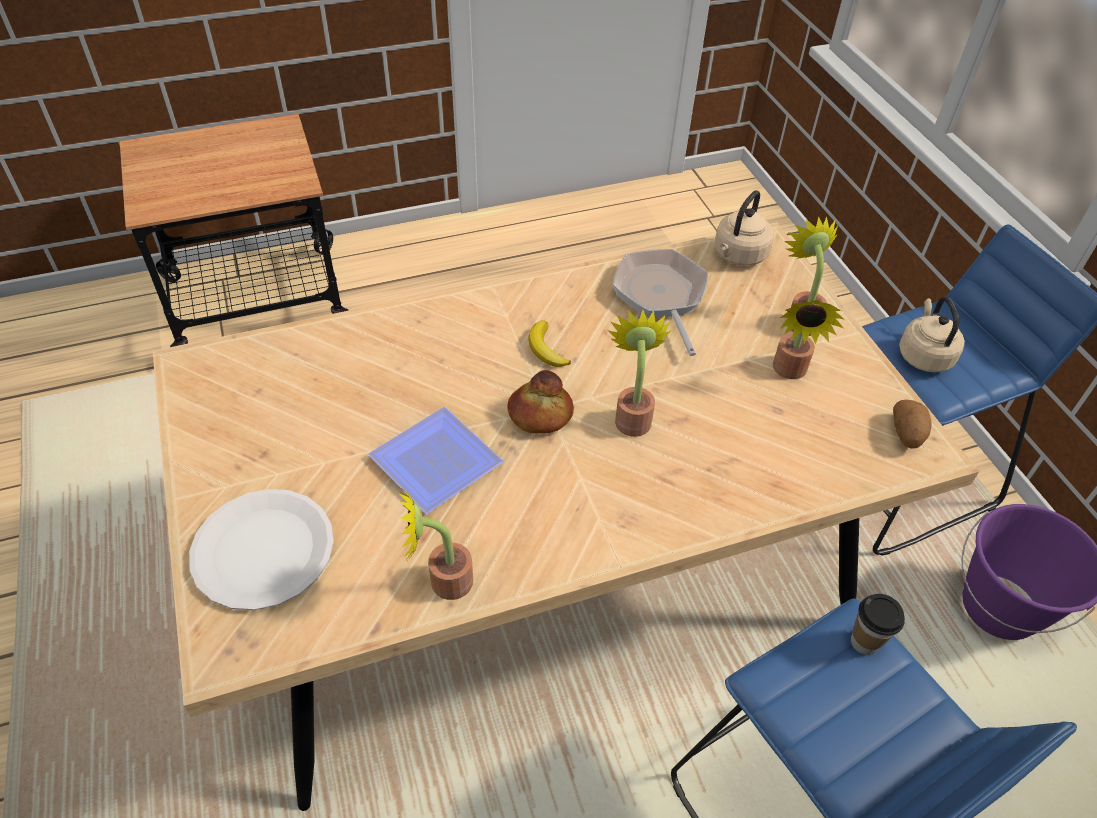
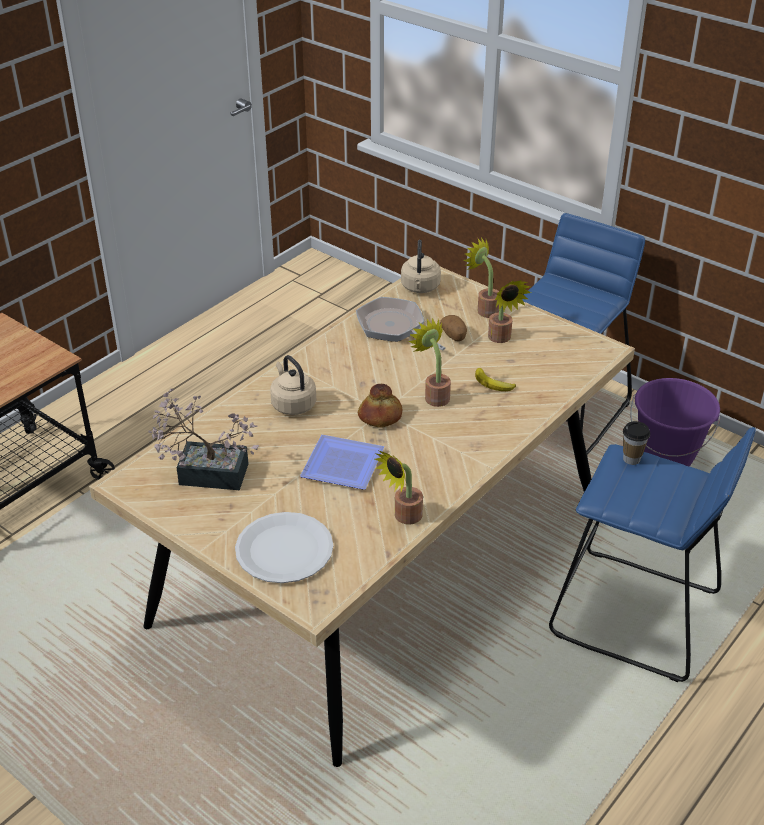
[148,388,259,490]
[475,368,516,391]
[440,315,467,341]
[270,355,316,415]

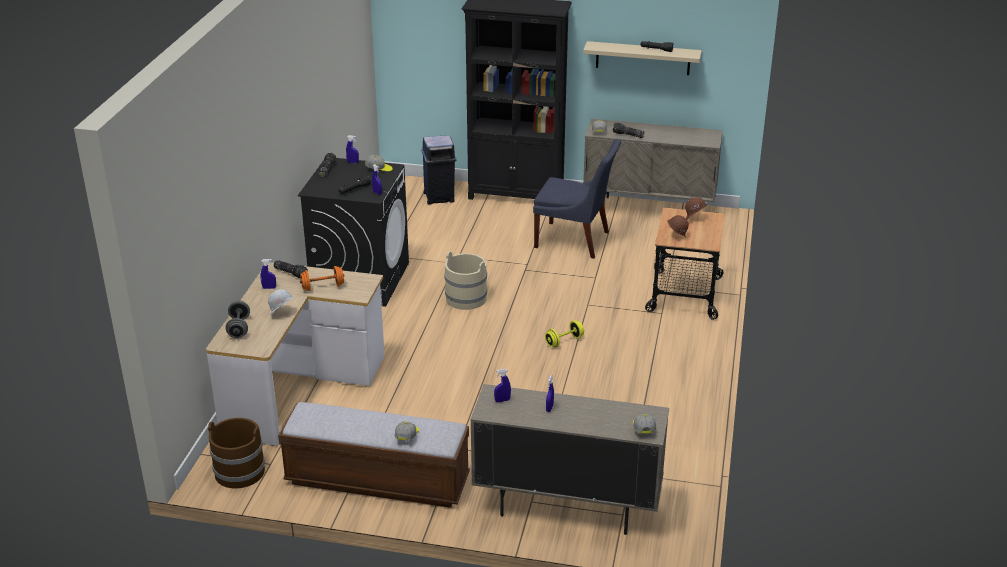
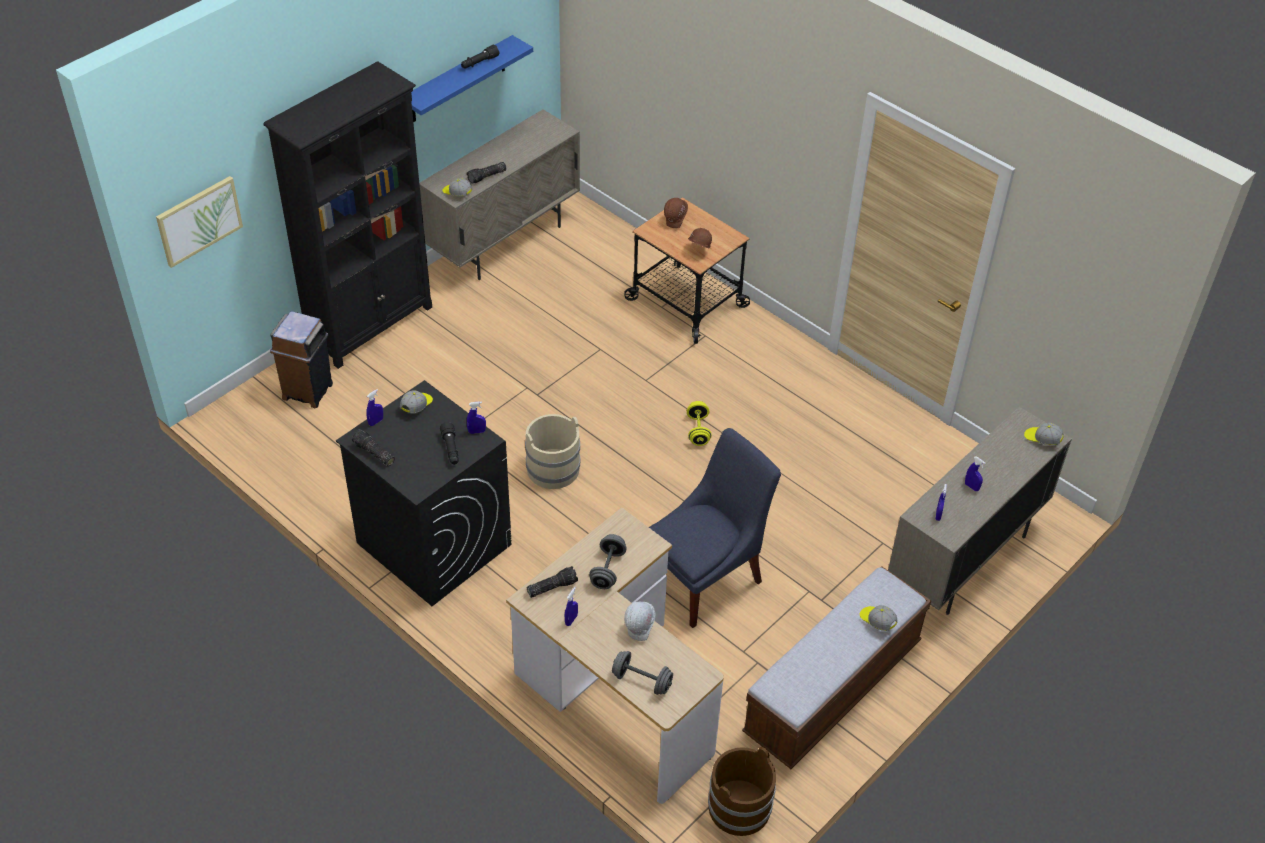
[156,176,243,268]
[649,428,781,628]
[589,534,627,589]
[270,311,333,408]
[411,35,533,122]

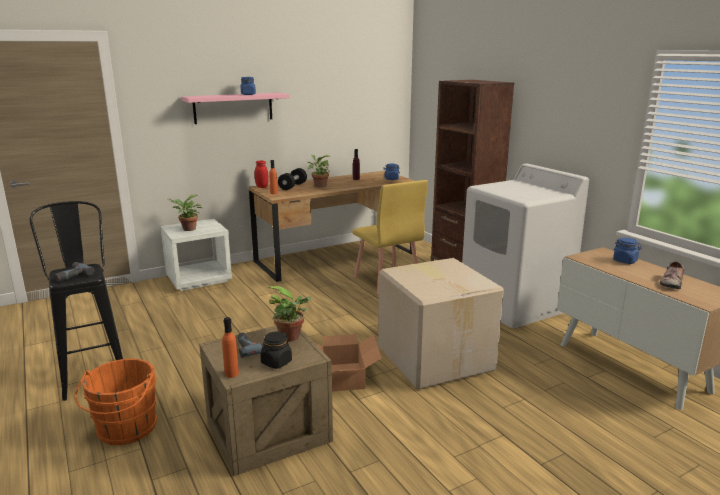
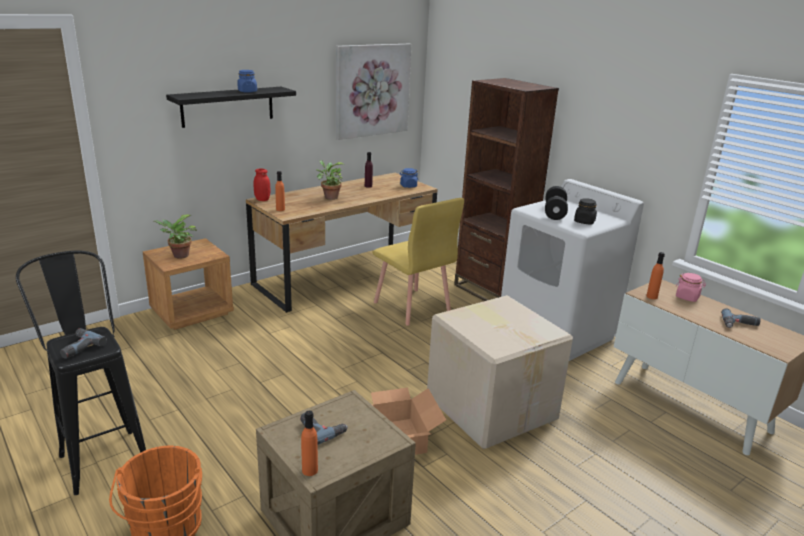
[268,286,312,342] (first image)
[336,44,411,140]
[646,252,665,299]
[574,198,597,225]
[545,186,568,220]
[721,308,761,328]
[143,238,234,330]
[166,87,296,128]
[676,273,706,302]

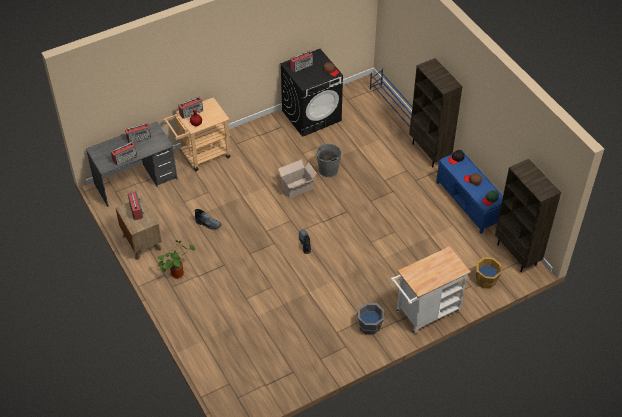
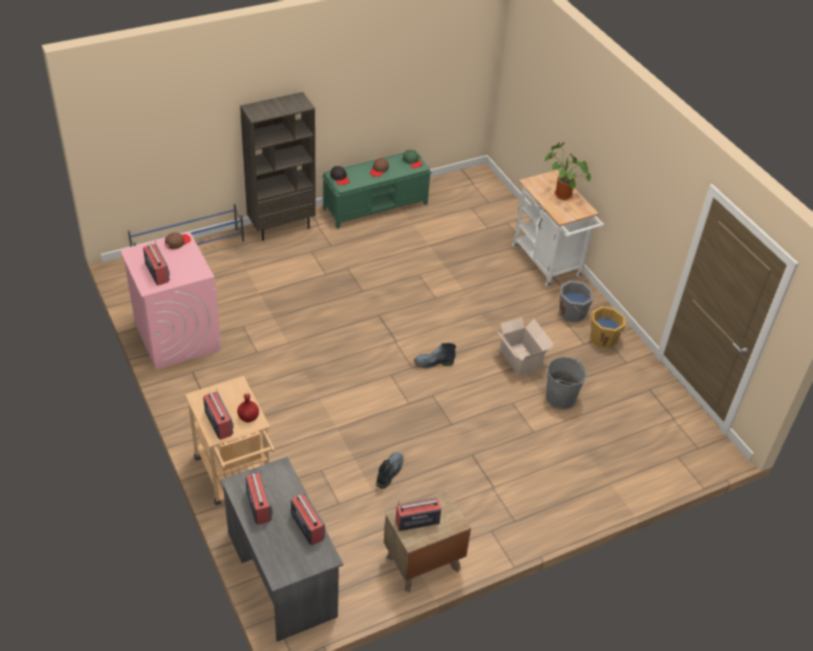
[495,159,561,272] (first image)
[544,143,591,200]
[497,317,554,376]
[546,357,587,409]
[591,306,626,349]
[120,232,222,370]
[322,150,432,229]

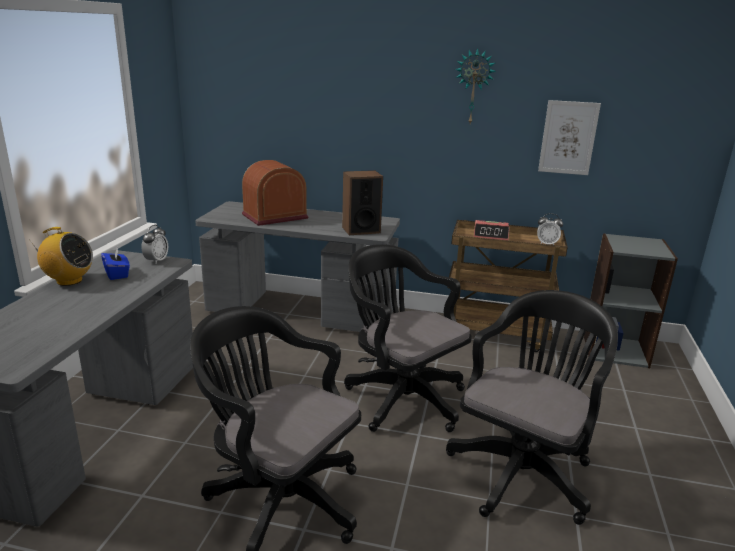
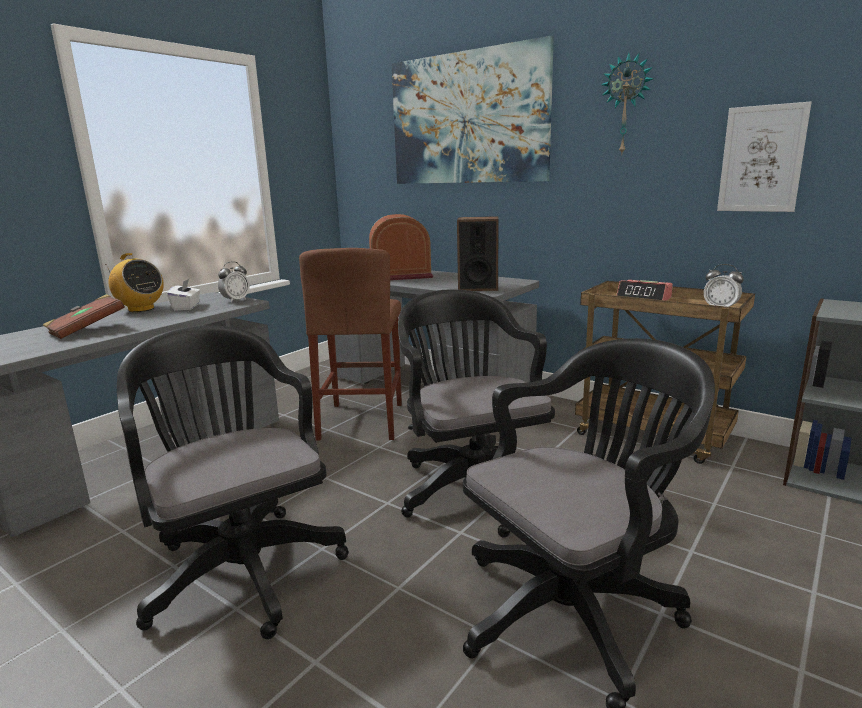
[43,294,125,339]
[299,248,402,441]
[391,36,554,184]
[167,279,200,311]

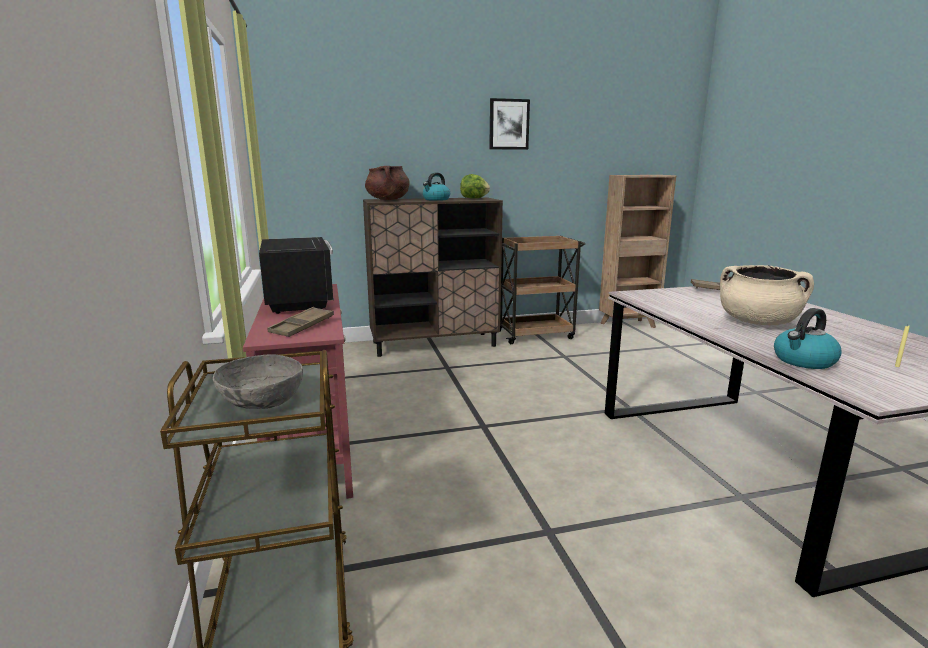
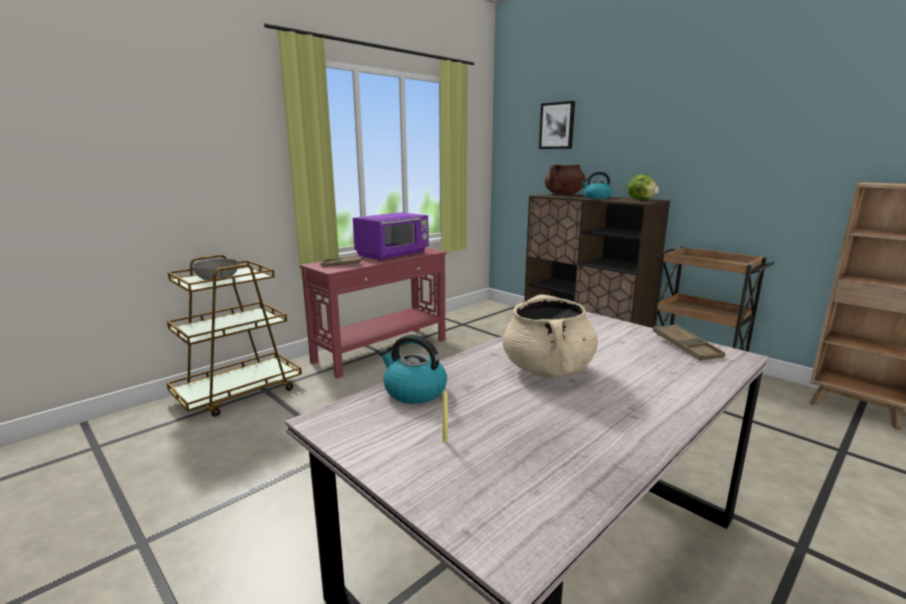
[539,101,575,149]
[353,212,429,261]

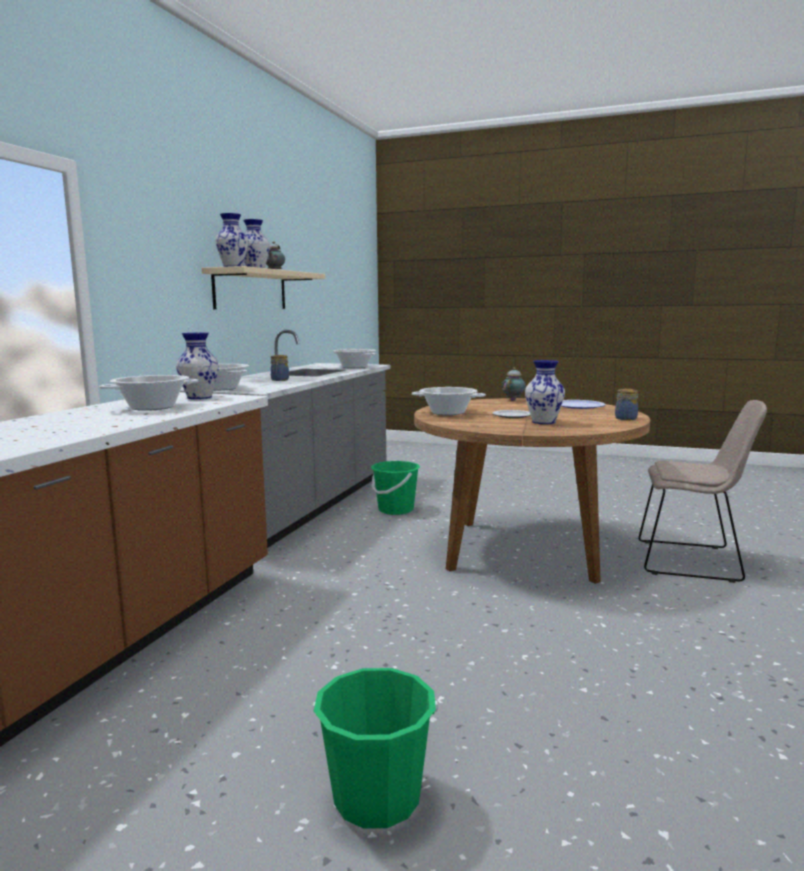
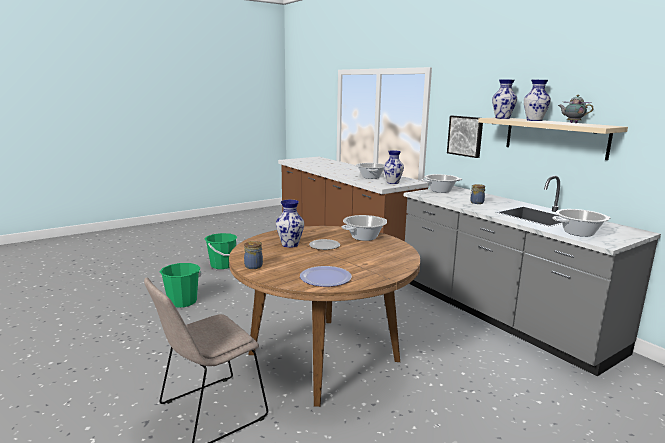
[502,368,526,401] (first image)
[447,116,483,158]
[160,263,202,308]

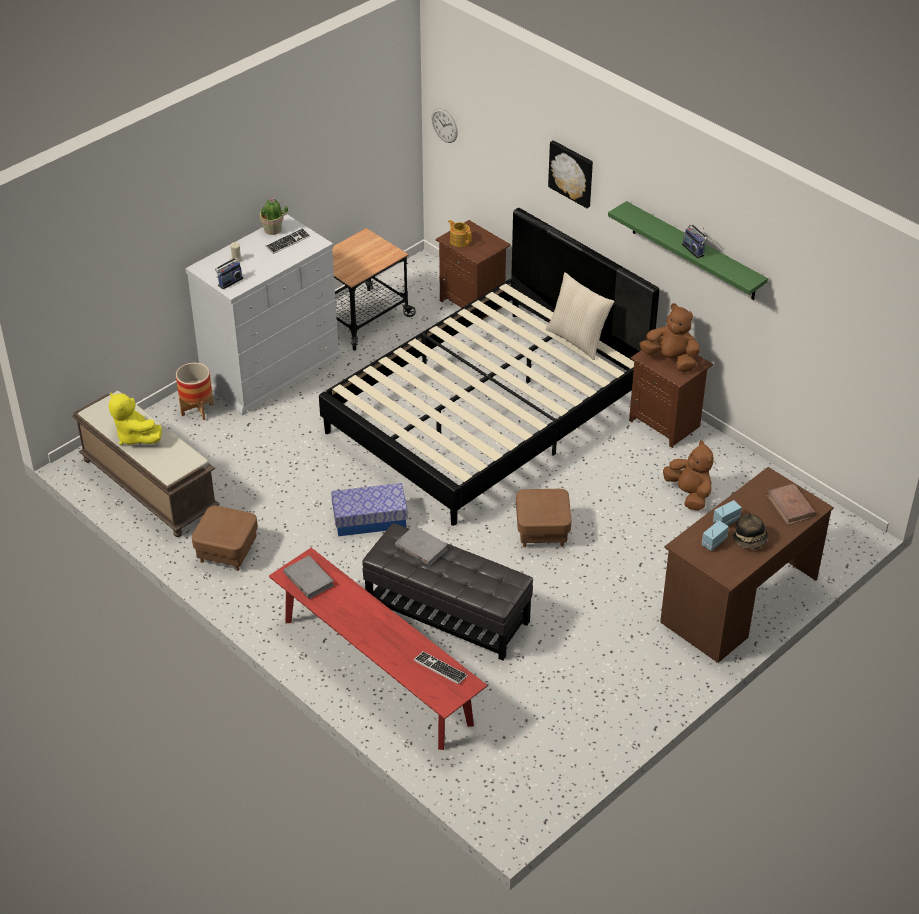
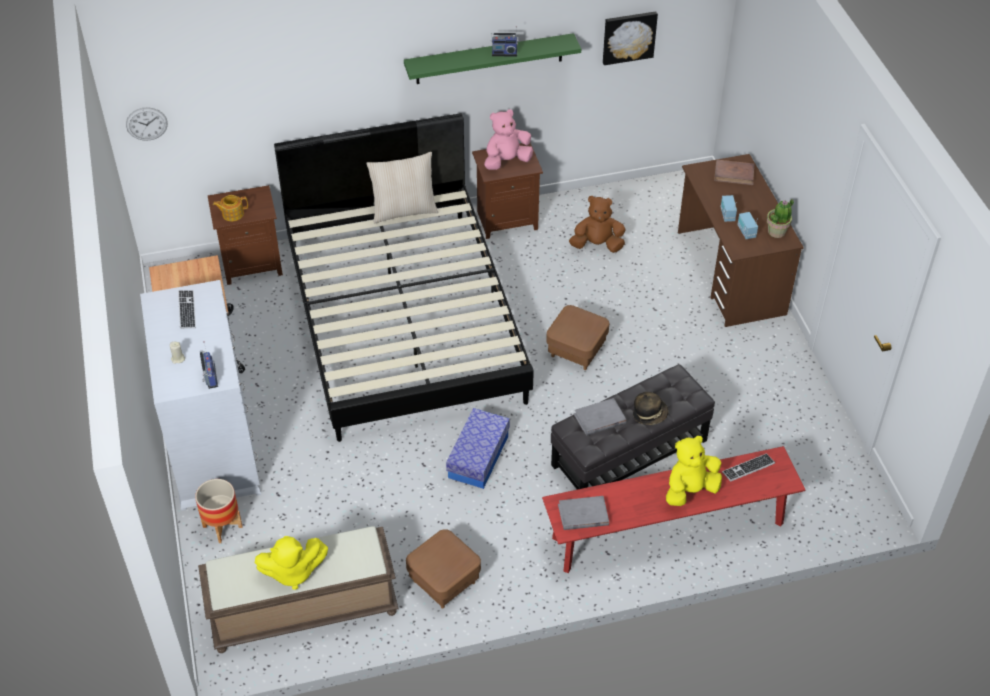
[666,436,722,506]
[767,199,794,238]
[603,11,658,65]
[633,392,668,425]
[484,109,533,170]

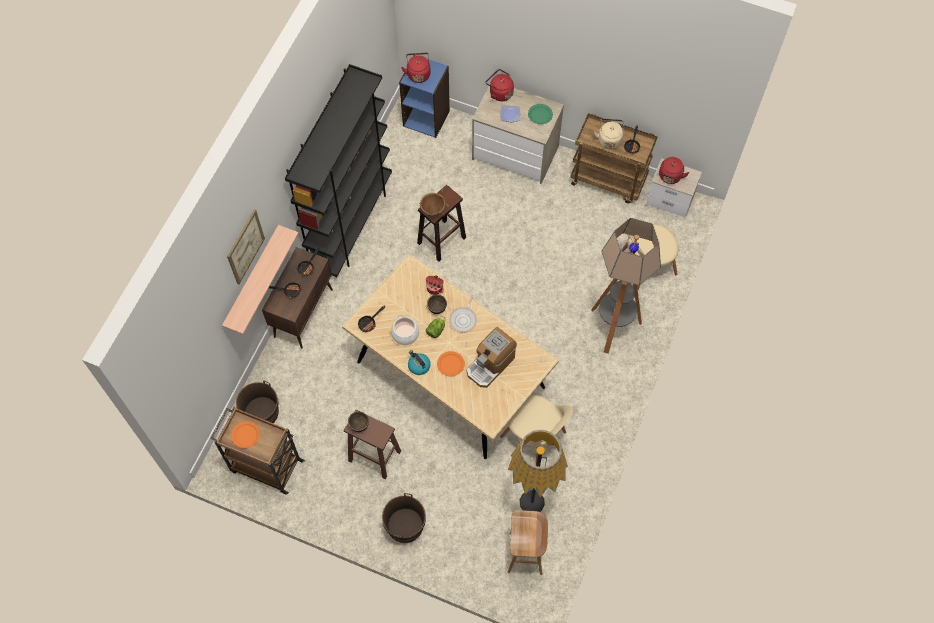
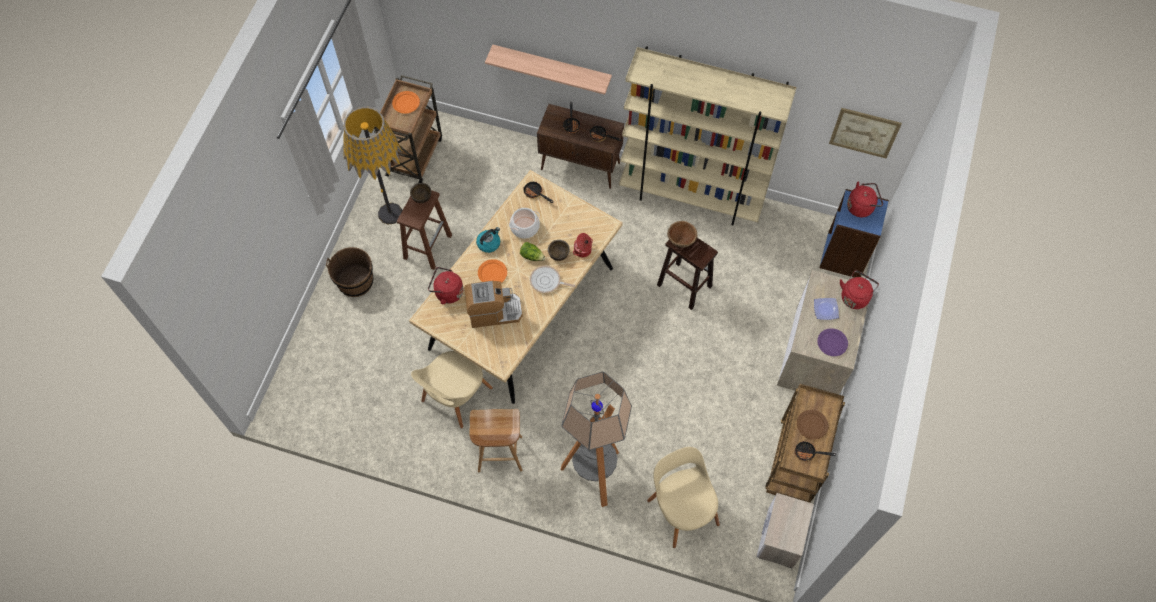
[236,380,279,423] (first image)
[829,108,902,158]
[343,107,403,225]
[470,409,522,472]
[428,267,463,304]
[797,410,828,440]
[619,46,797,226]
[817,328,848,356]
[464,281,523,328]

